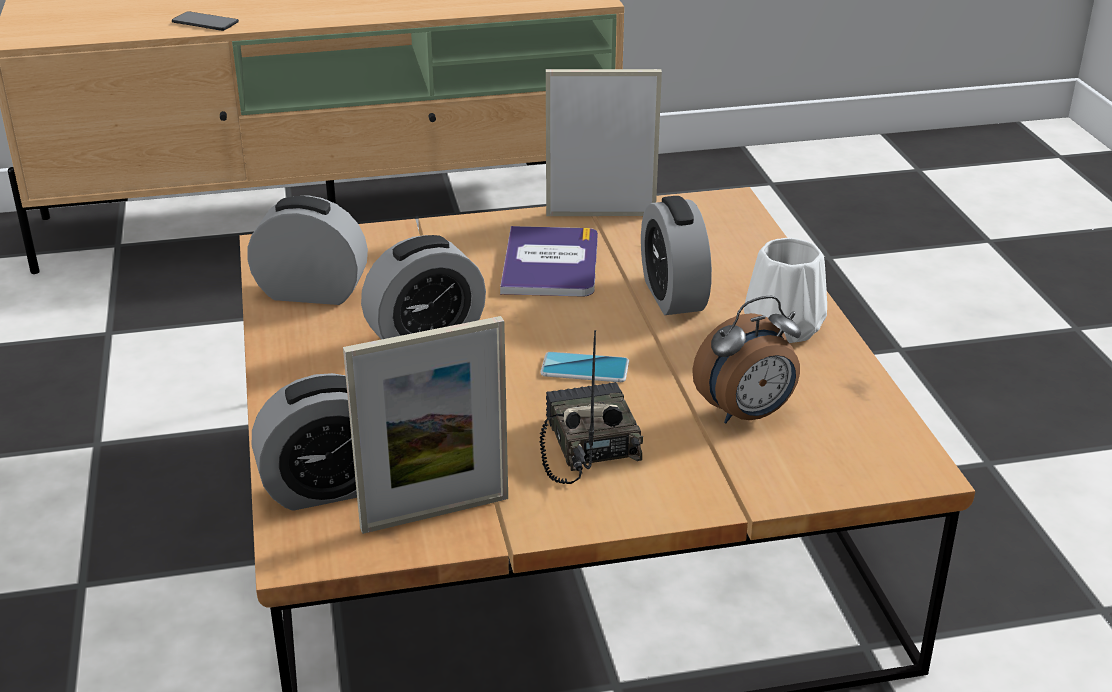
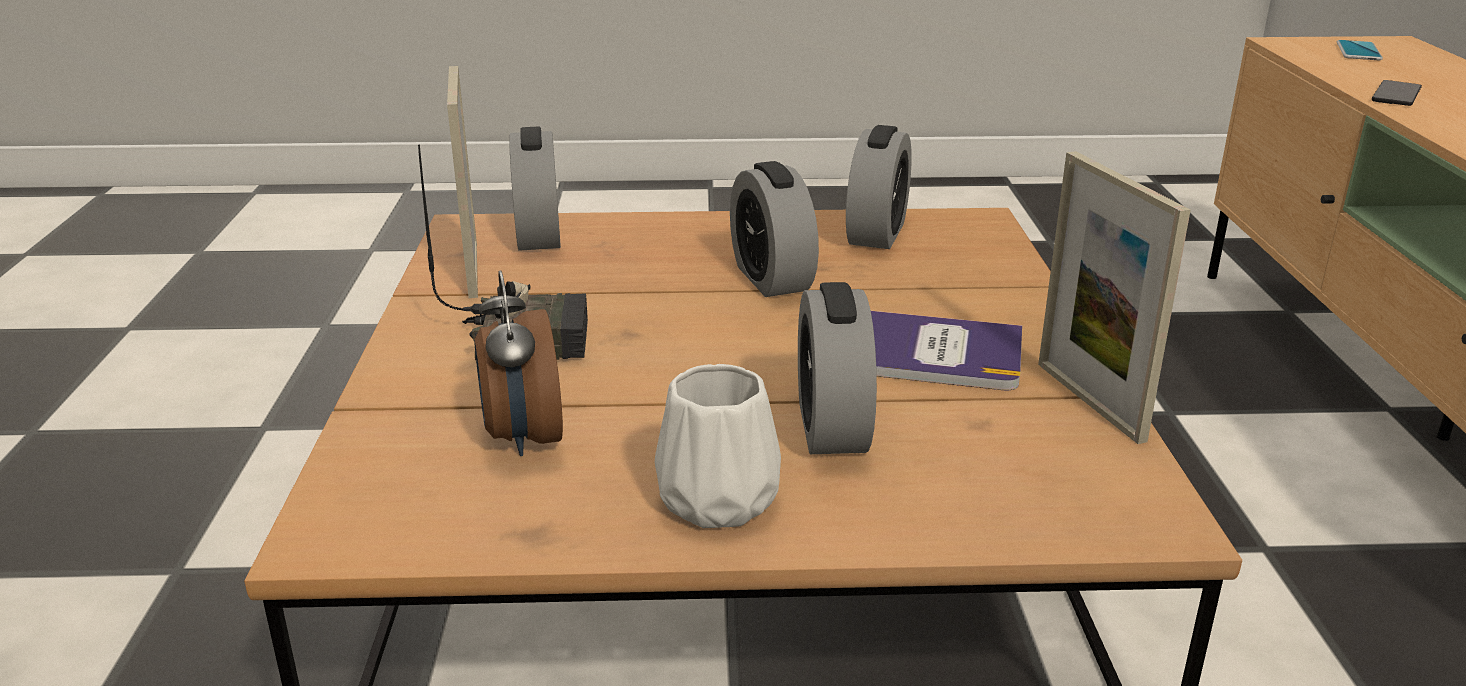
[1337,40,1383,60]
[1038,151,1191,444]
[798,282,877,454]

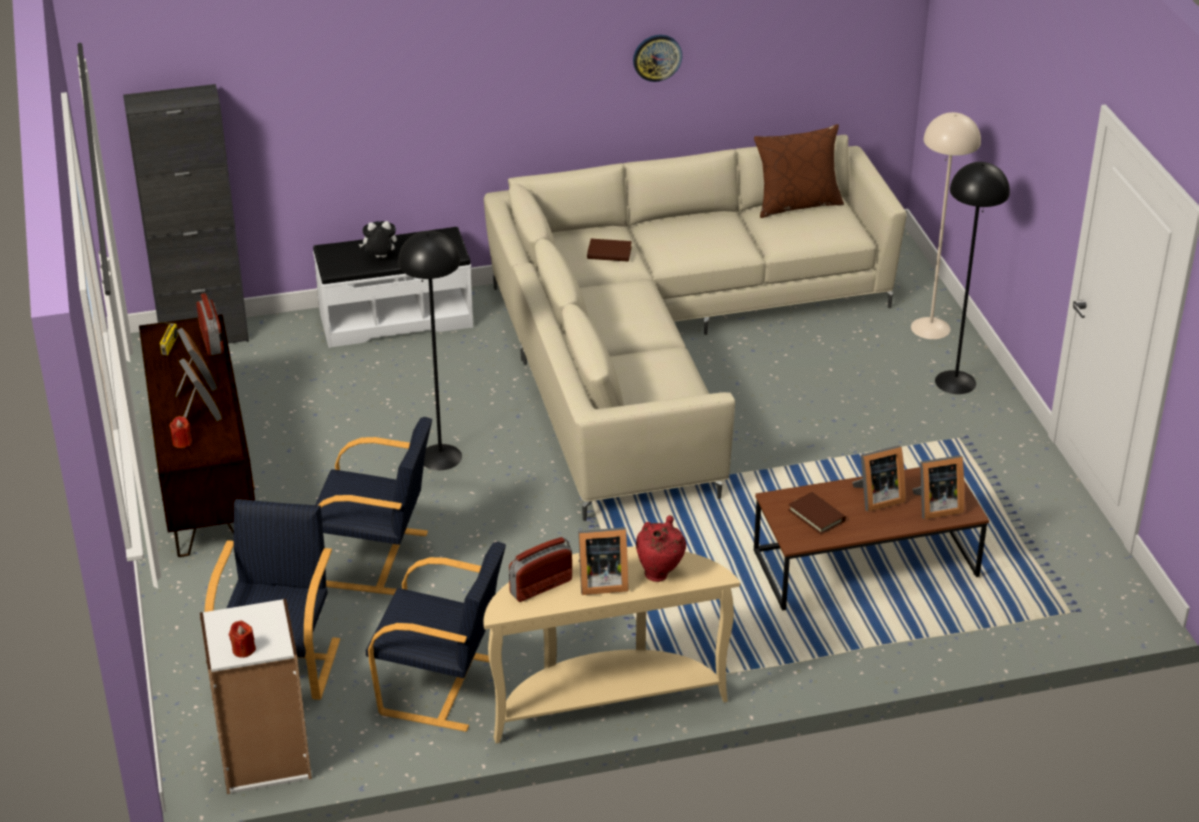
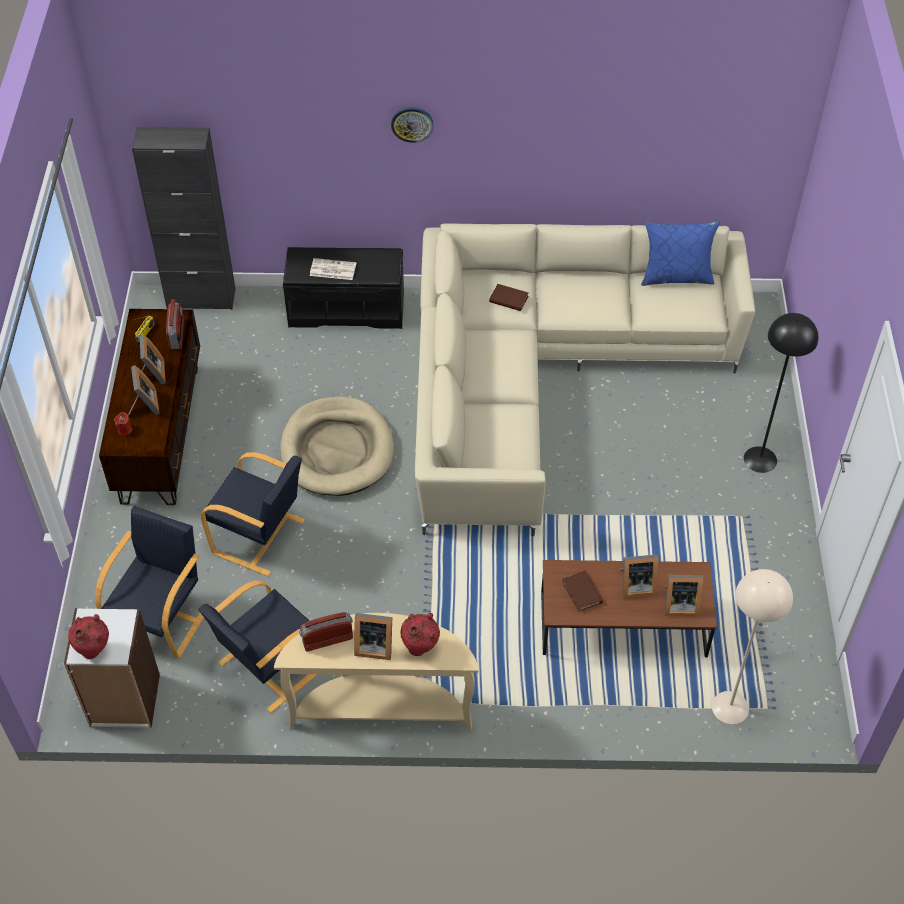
[391,107,433,143]
[712,569,793,724]
[68,614,109,659]
[310,258,356,280]
[280,396,394,496]
[283,247,404,329]
[641,221,720,286]
[198,580,318,713]

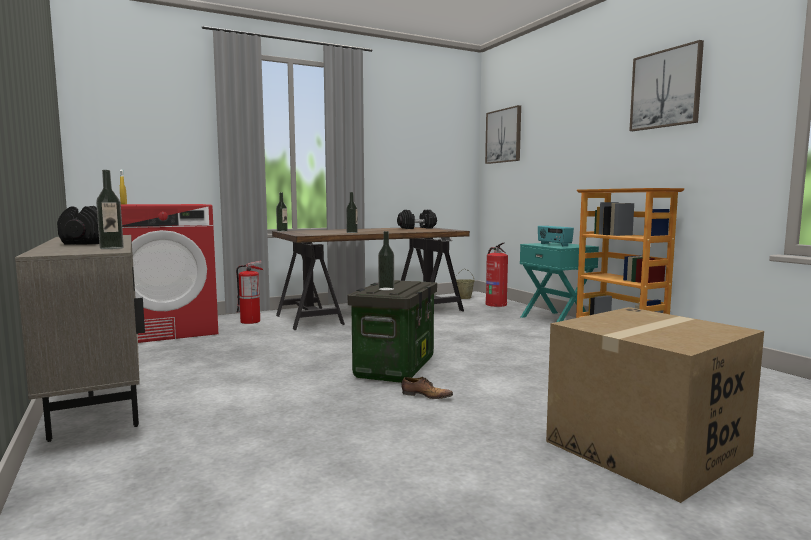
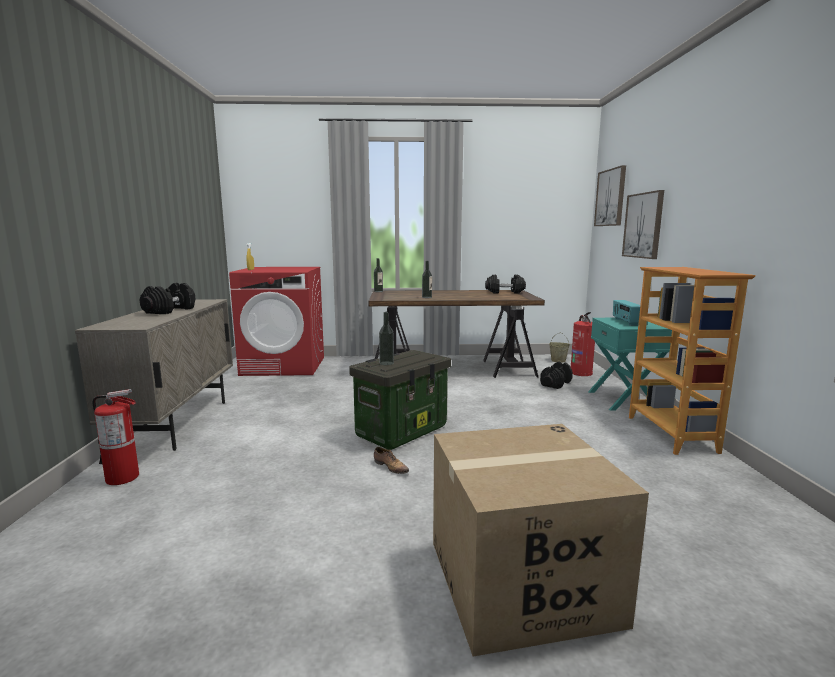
[96,170,124,249] (first image)
[540,361,573,389]
[92,389,139,485]
[622,190,664,259]

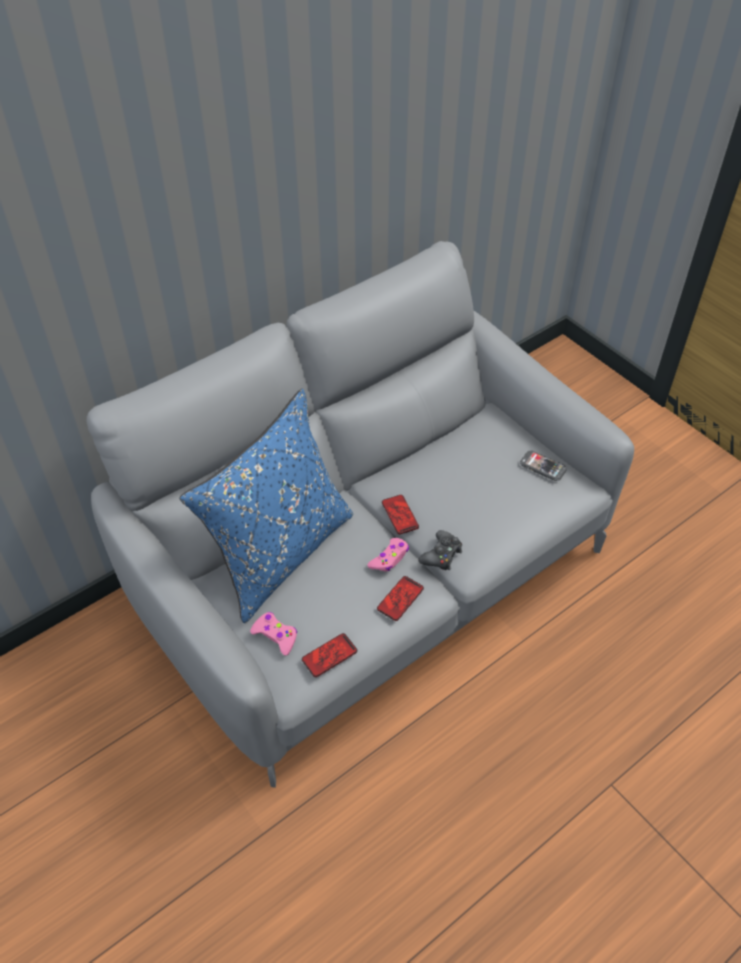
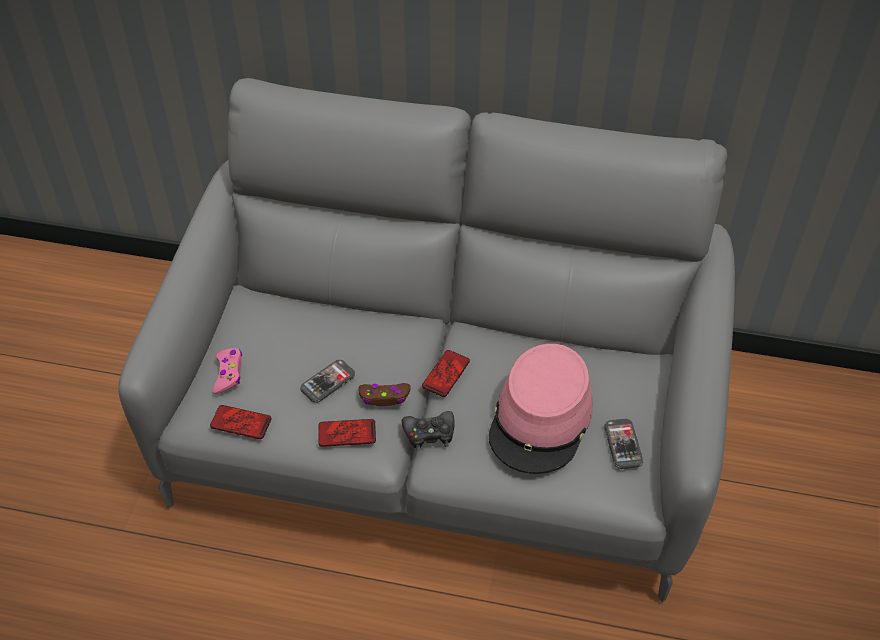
[180,389,353,623] (first image)
[300,360,355,403]
[489,344,593,474]
[358,383,411,406]

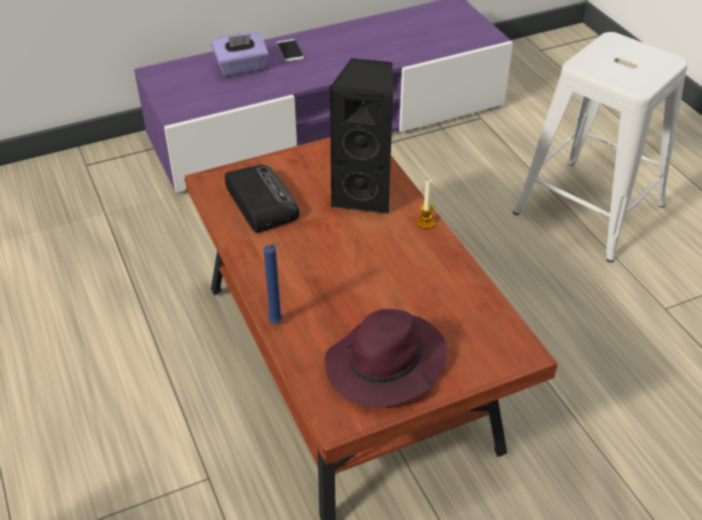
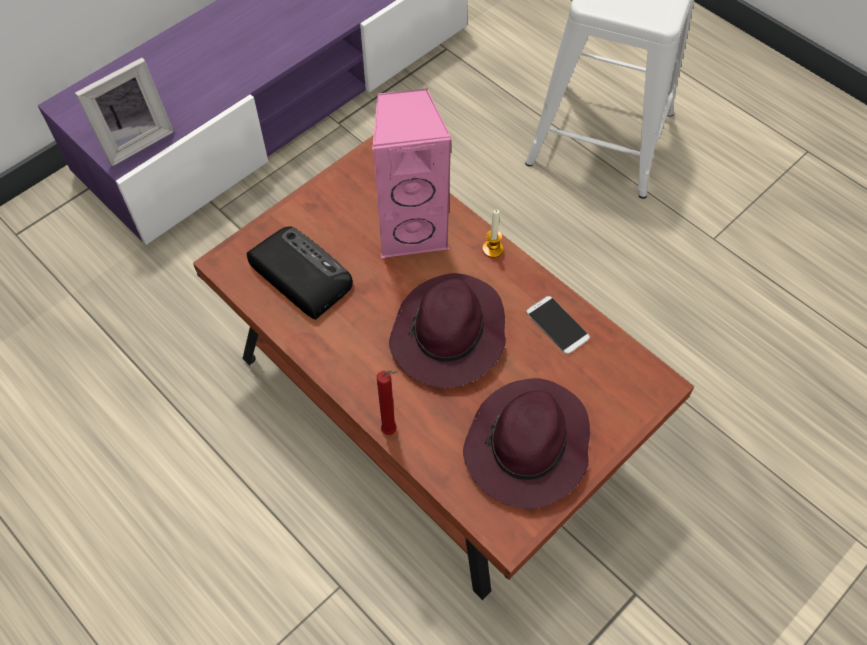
[211,32,269,77] (first image)
[75,58,174,166]
[389,273,506,388]
[526,296,590,354]
[377,370,398,435]
[372,88,452,258]

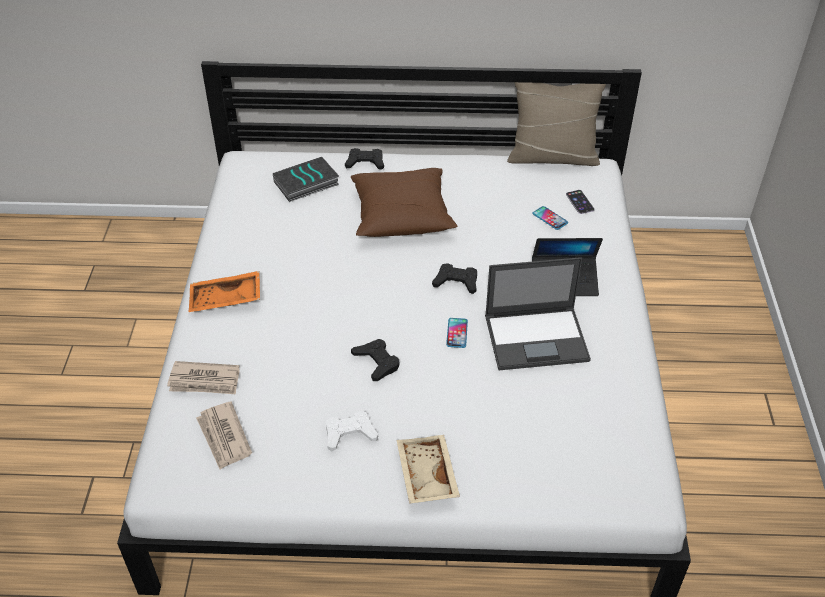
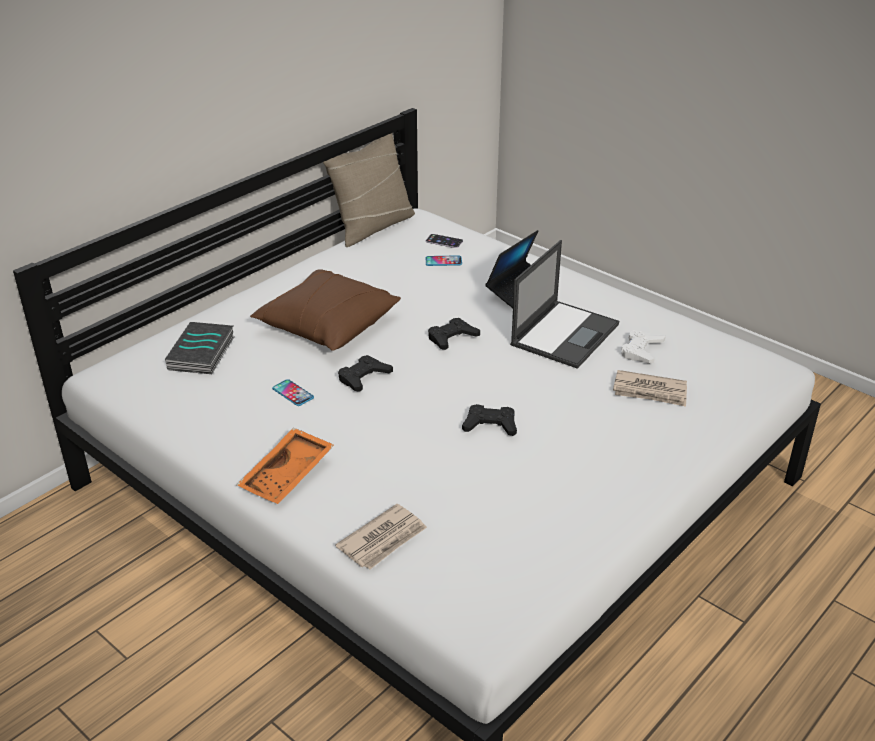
[397,435,460,504] (first image)
[613,370,687,407]
[621,330,666,364]
[338,355,393,392]
[272,379,314,406]

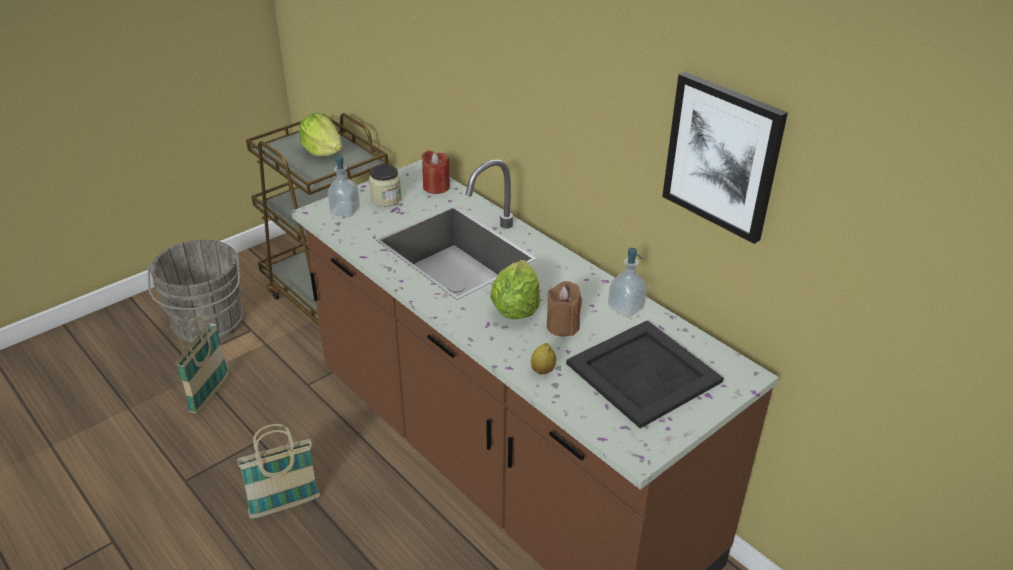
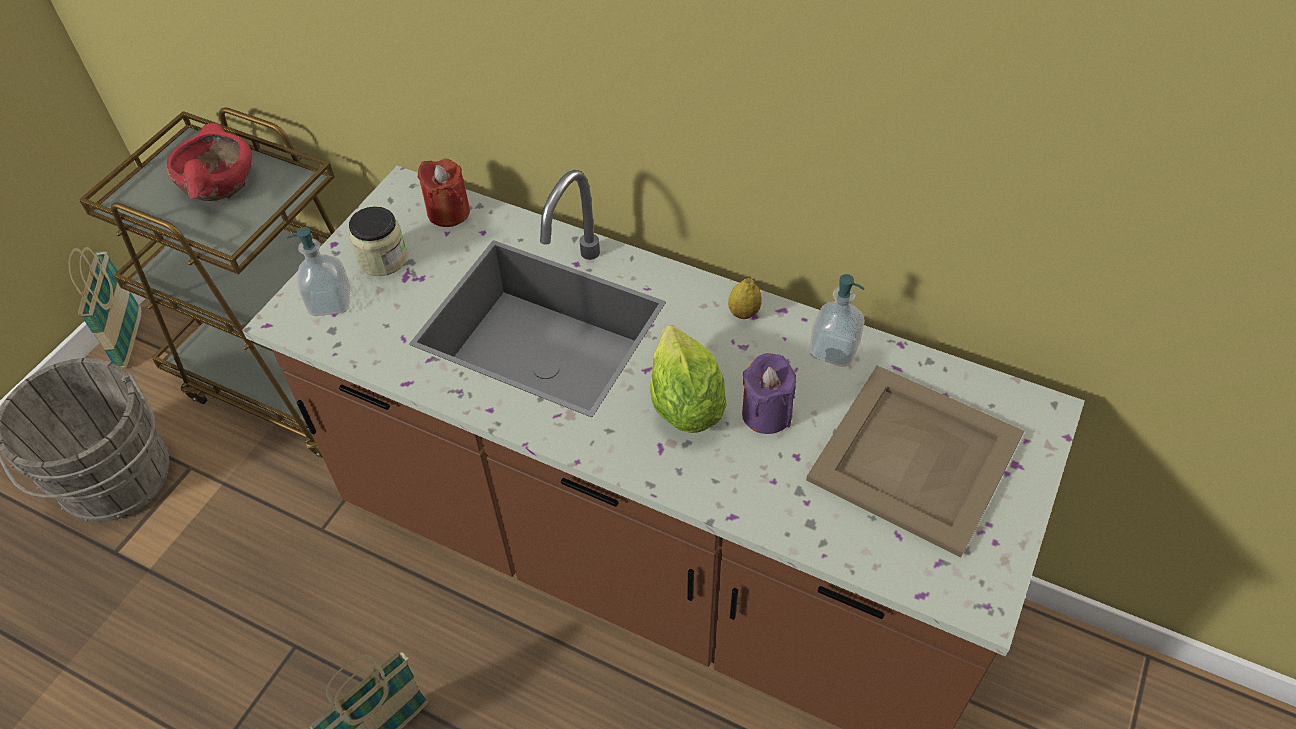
[662,72,788,244] (first image)
[69,247,142,368]
[728,278,762,319]
[166,123,252,201]
[742,353,796,434]
[806,365,1024,557]

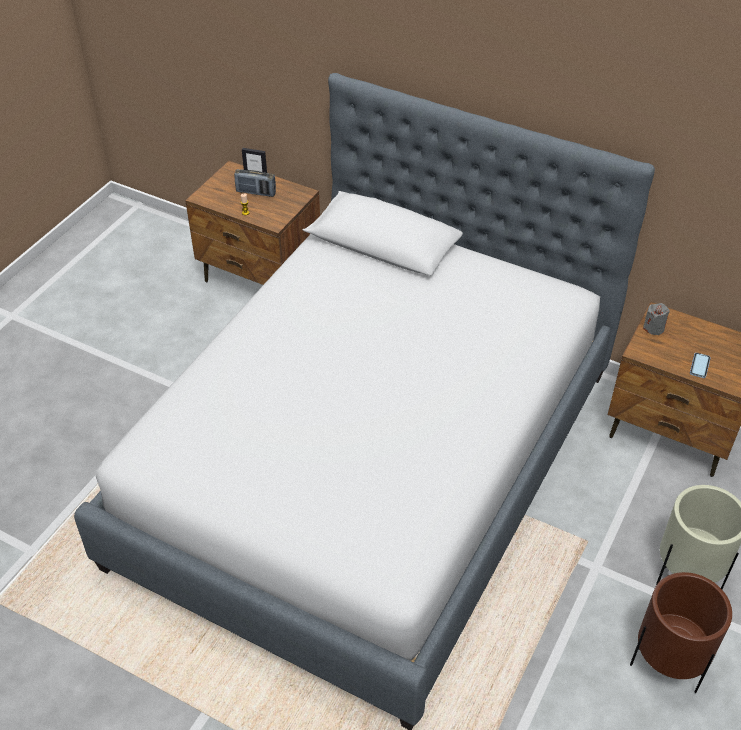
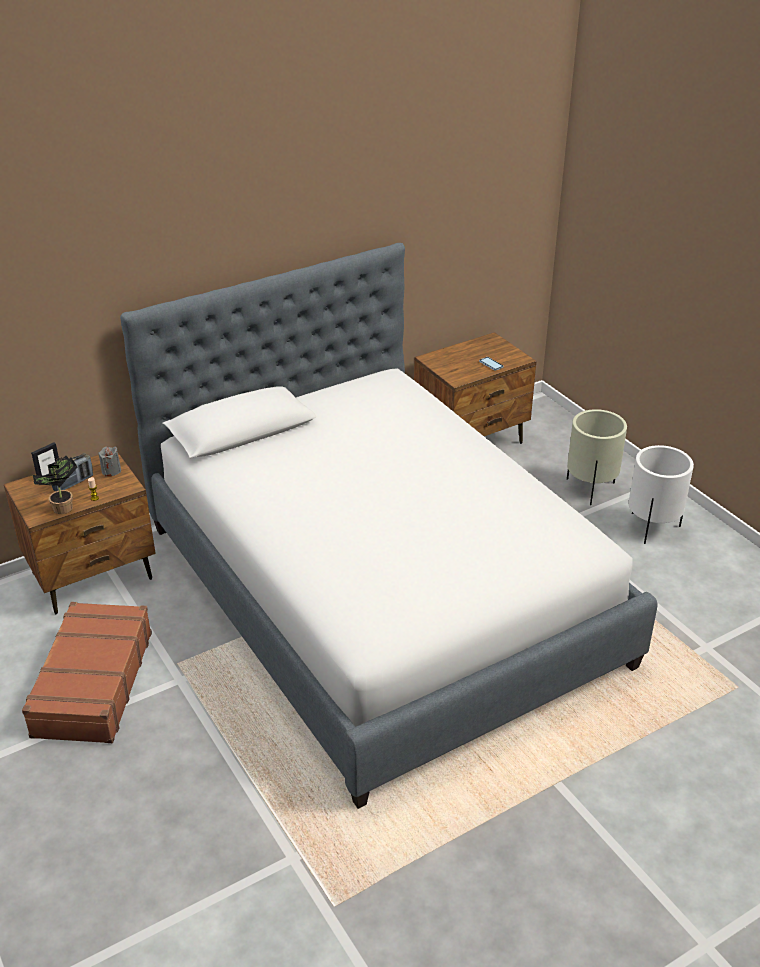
[22,602,152,743]
[32,456,77,514]
[99,447,121,477]
[629,445,694,544]

